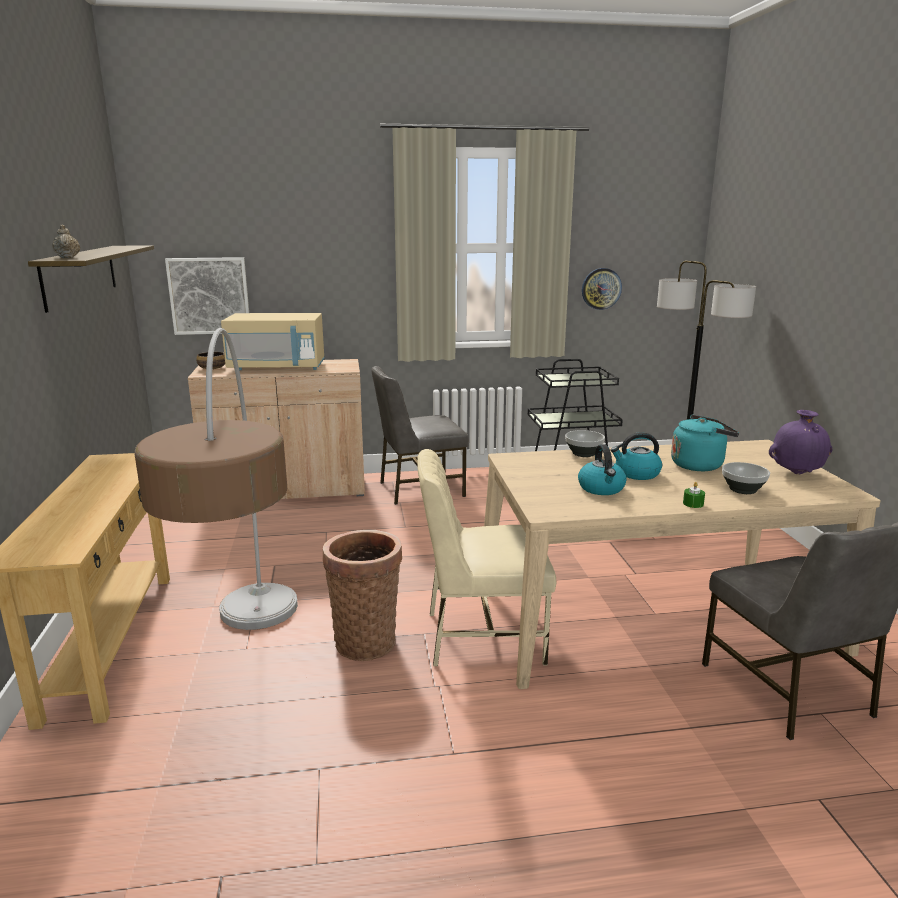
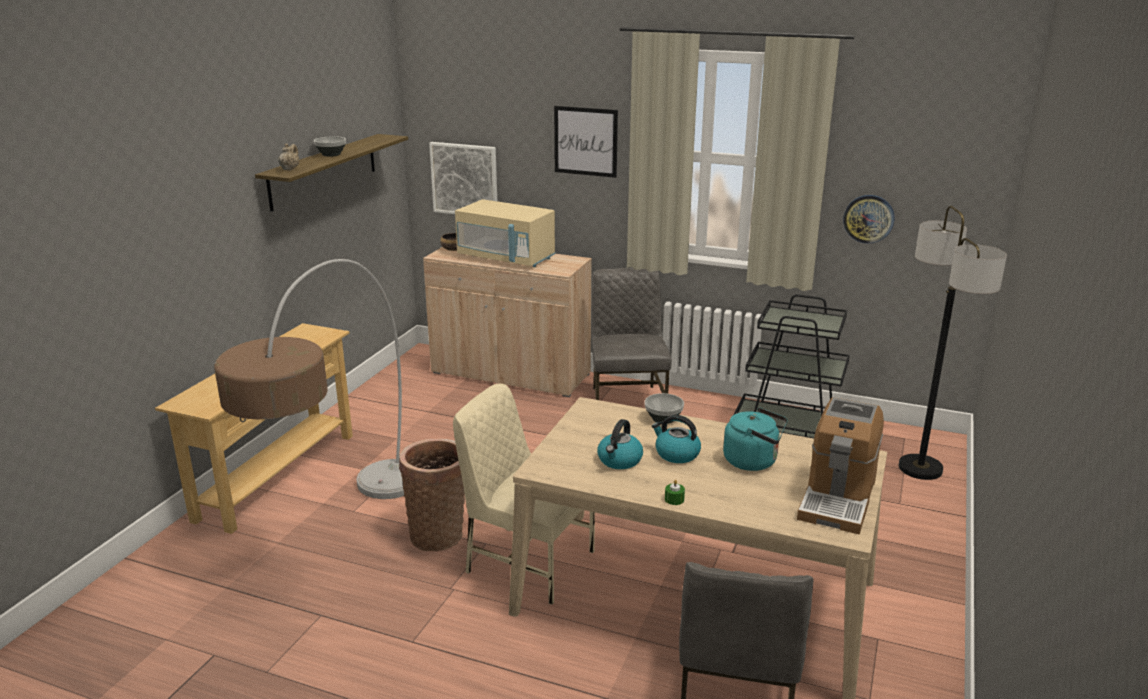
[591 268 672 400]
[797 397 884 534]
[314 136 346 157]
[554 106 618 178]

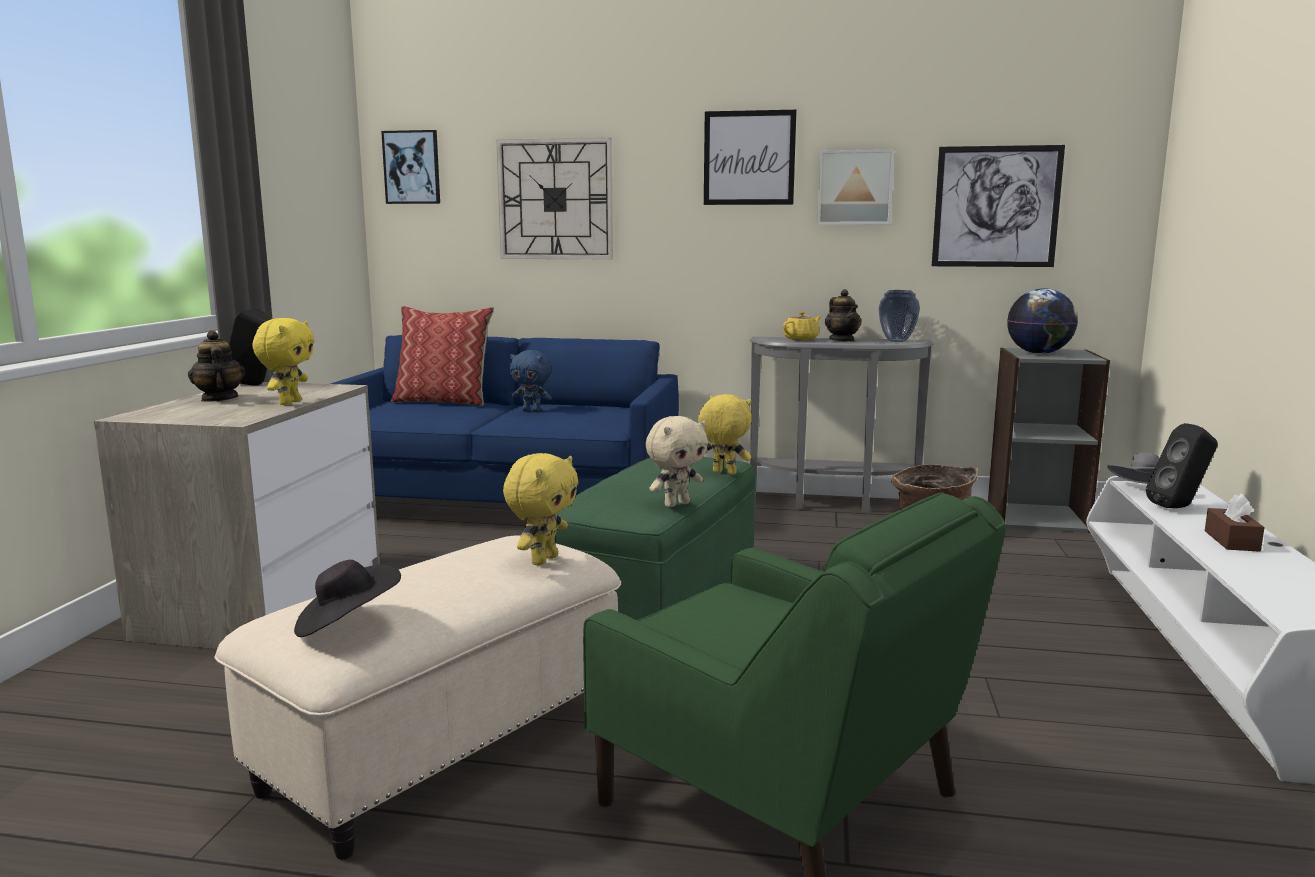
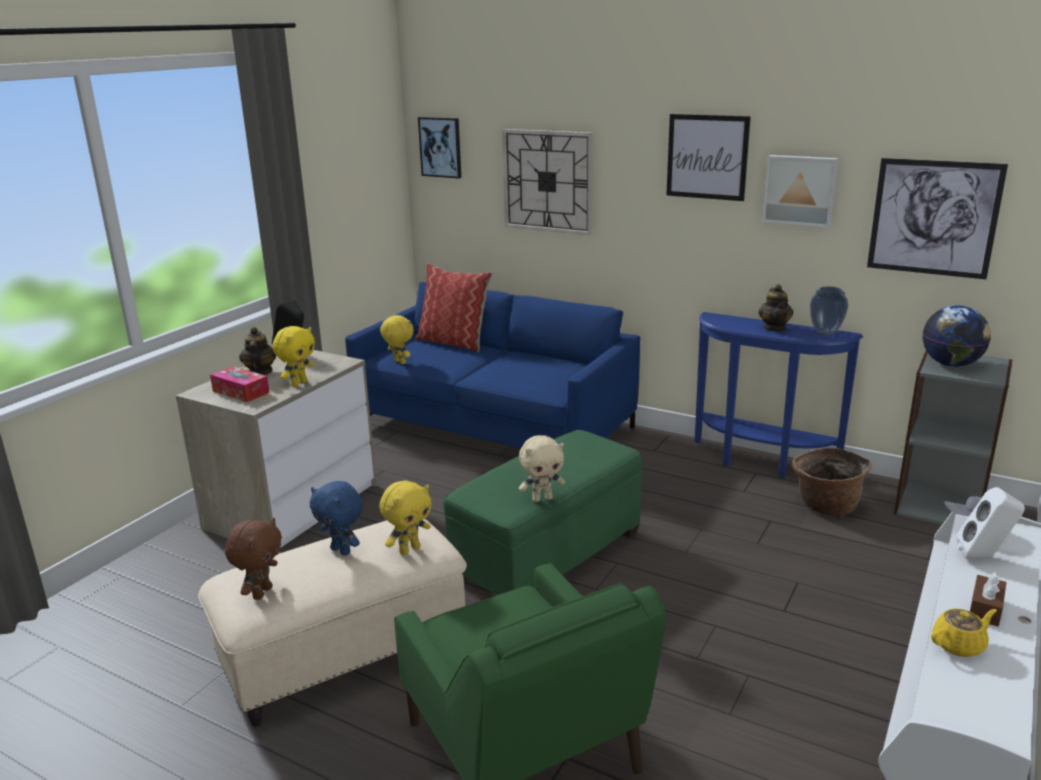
[931 609 997 657]
[695 312 863 478]
[310 481 363 556]
[380 314 414 364]
[956 487 1025 558]
[225 518 282 600]
[210 366 269 402]

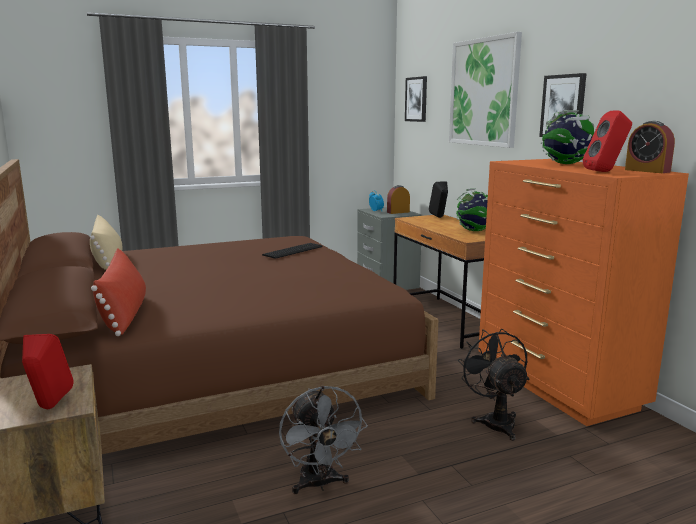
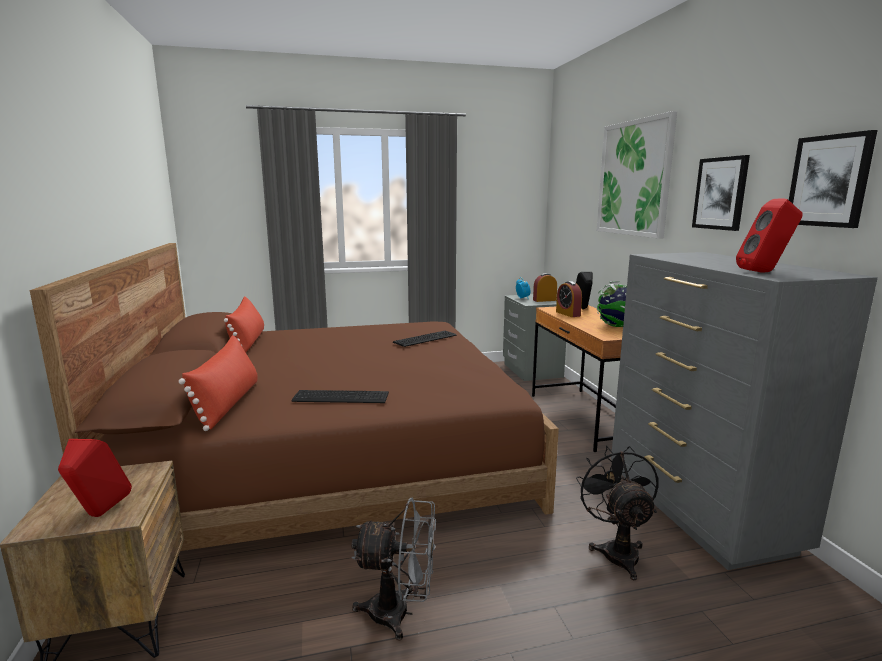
[789 130 878 228]
[541 110 594 164] (first image)
[556 281 582 317]
[611 252 878 570]
[224 296 264 353]
[351 498 436 641]
[292 390 389 403]

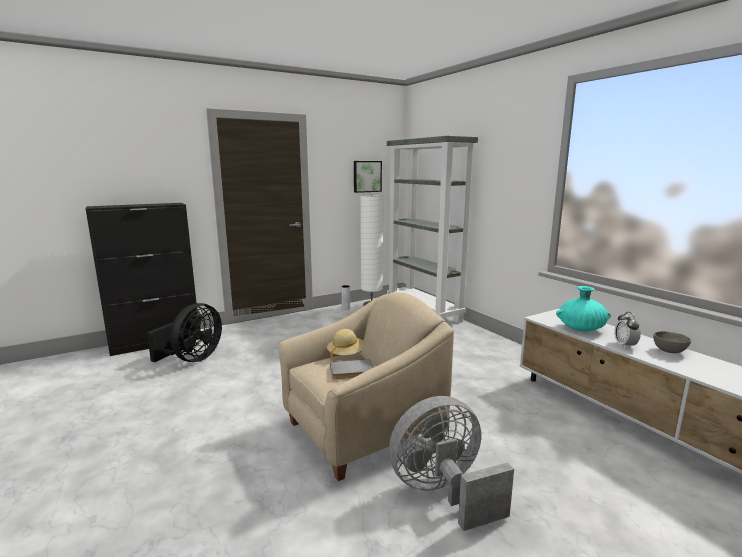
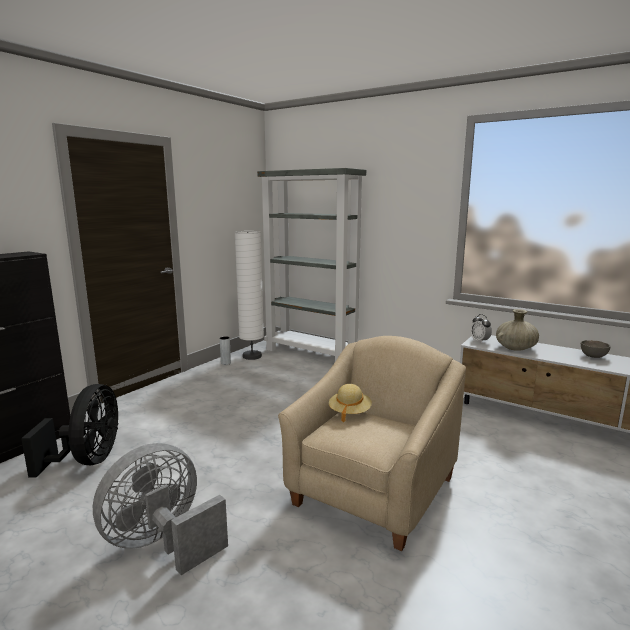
[354 161 382 193] (first image)
[496 309 539 351]
[471 314 492 343]
[330 359 374 379] (first image)
[93 443 228 575]

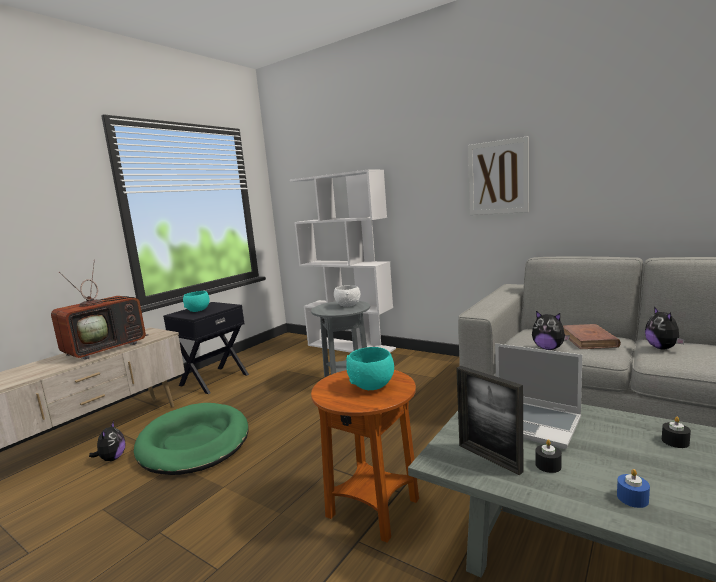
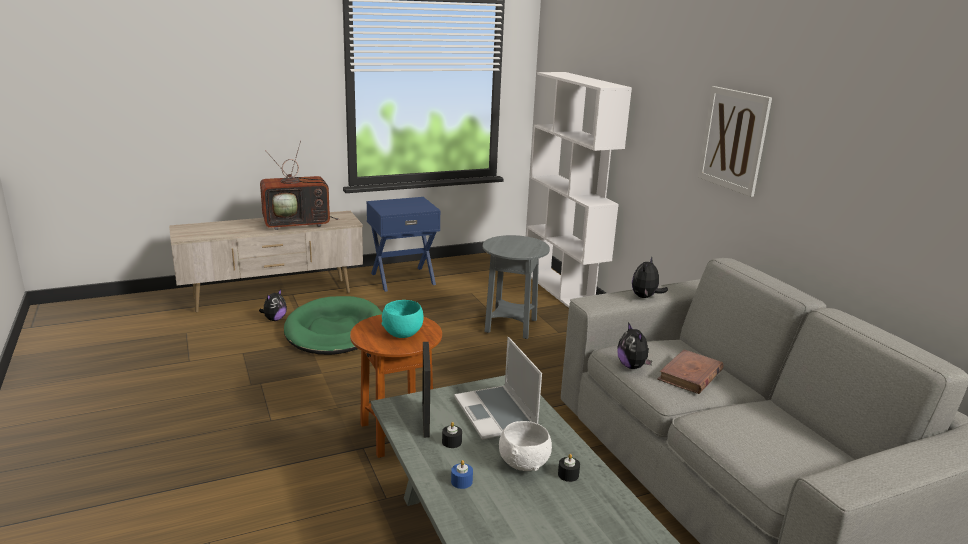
[499 421 552 471]
[183 291 209 312] (first image)
[366 197 441 292]
[632 256 668 298]

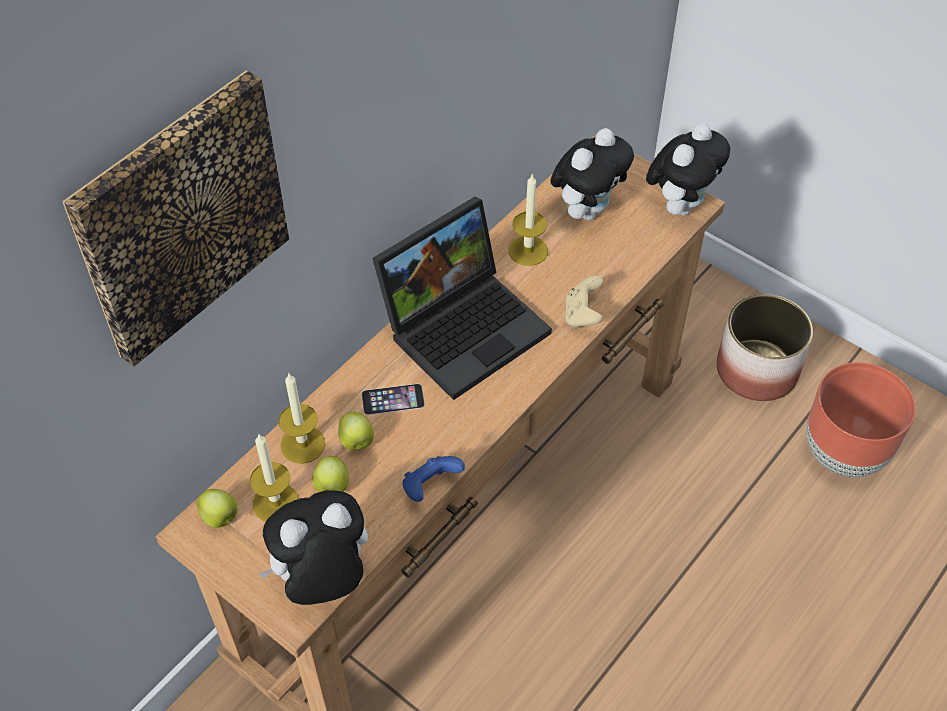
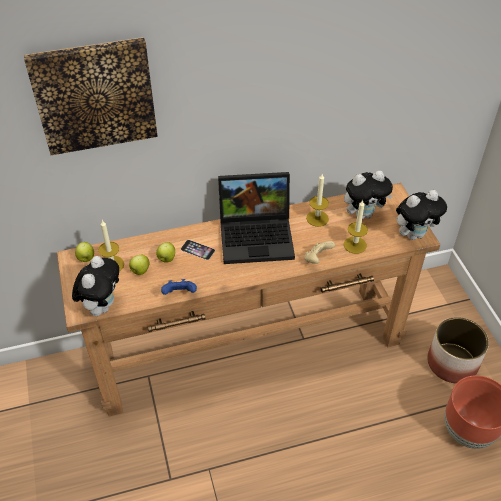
[344 200 368 254]
[72 256 119 316]

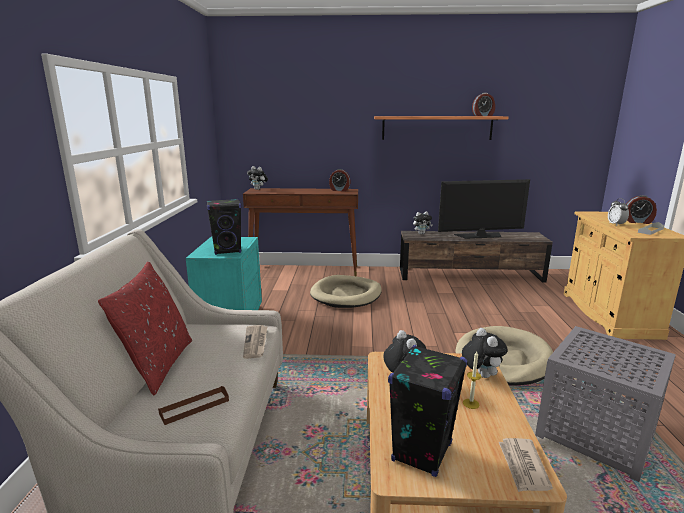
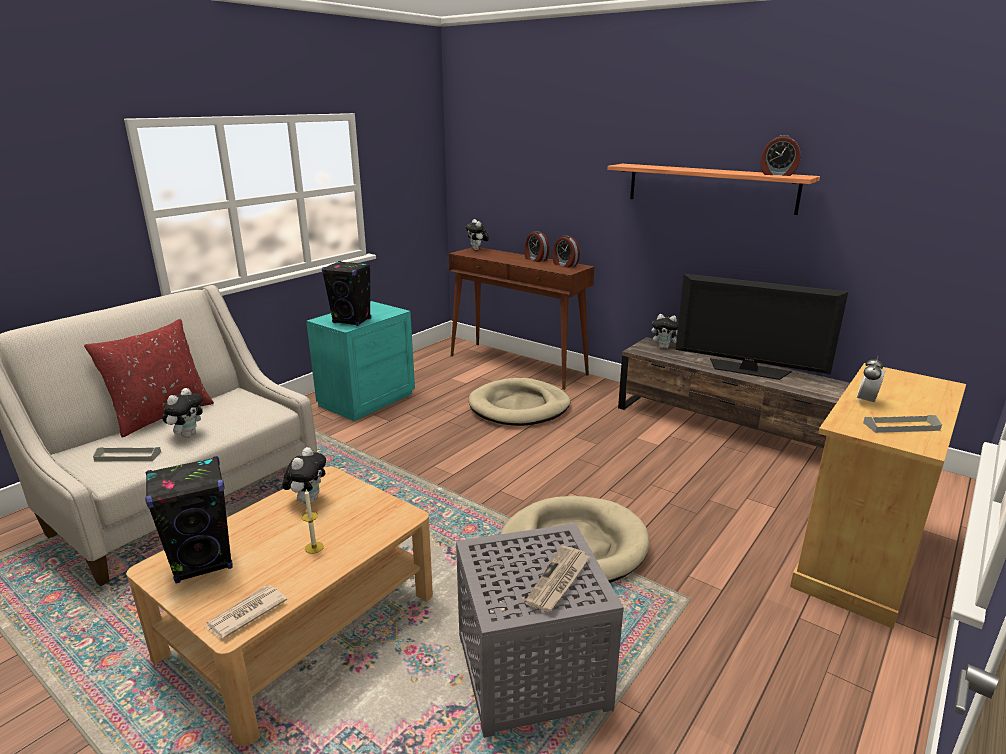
[524 231 549 262]
[525 545 590 612]
[162 388 203 437]
[93 447 161 461]

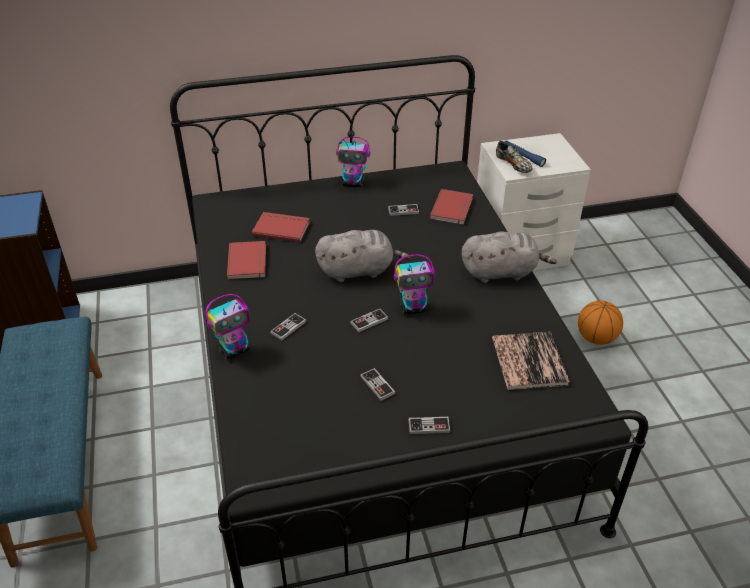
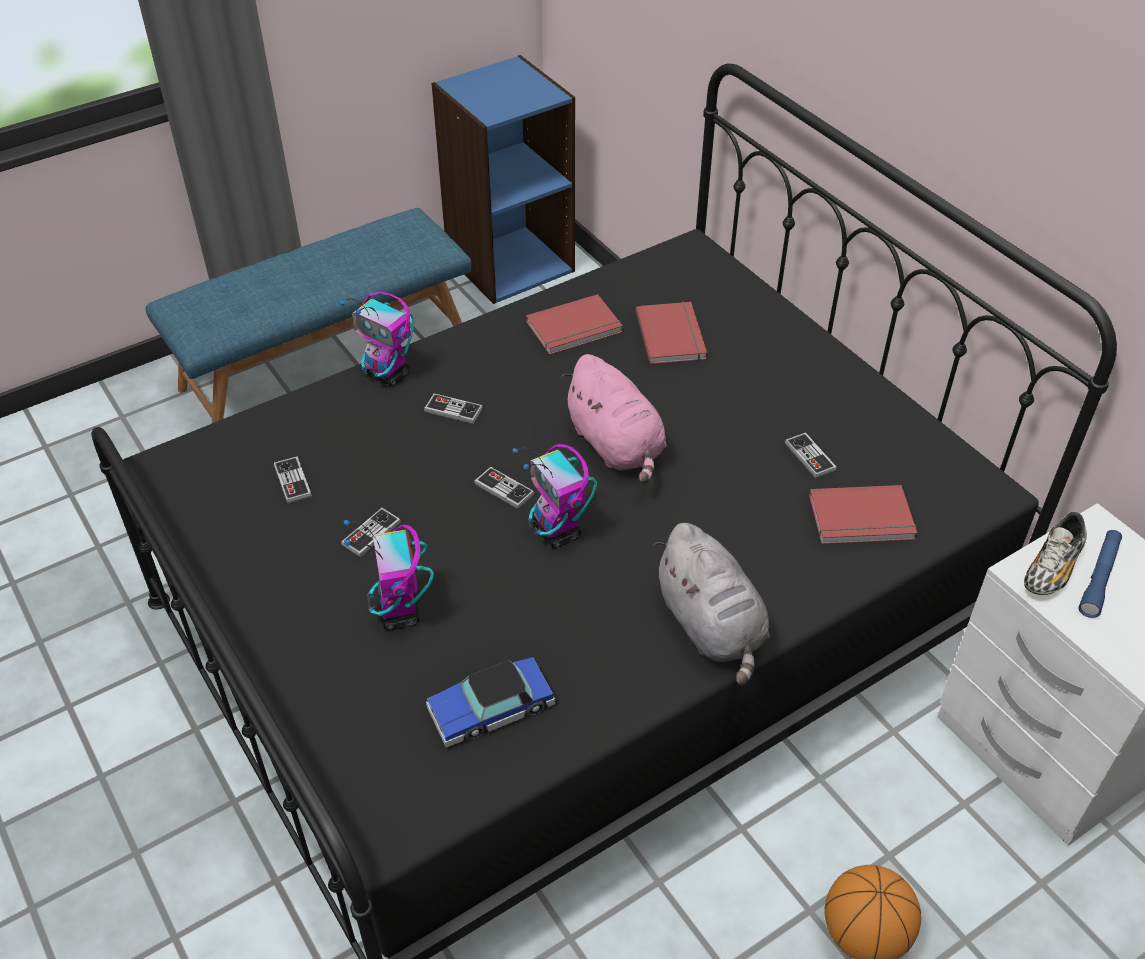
[343 520 434 630]
[561 354 667 484]
[426 657 555 747]
[274 456 312 504]

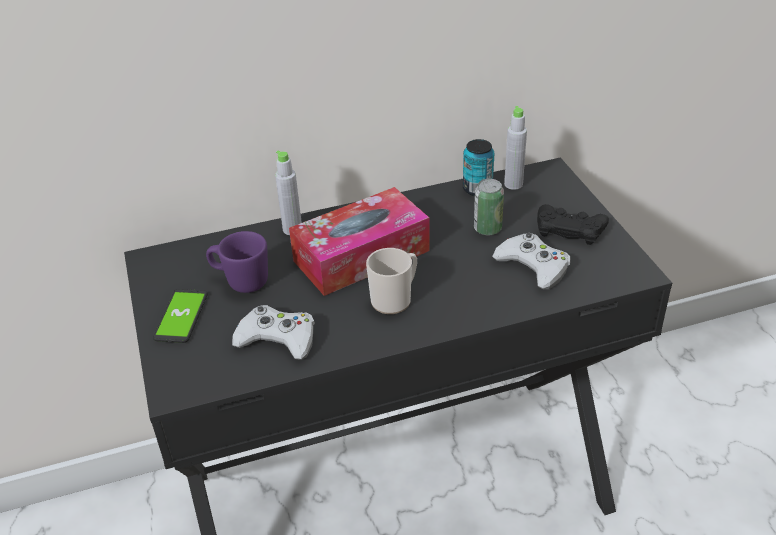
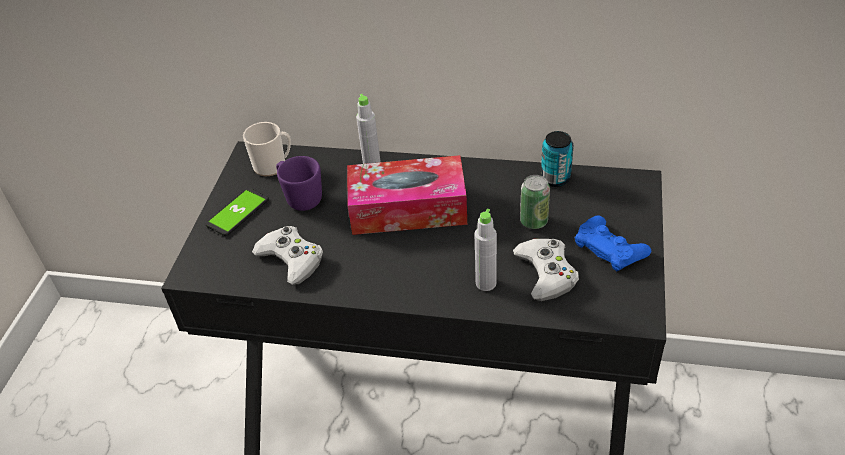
[475 209 497 291]
[574 216 651 271]
[243 122 291 176]

